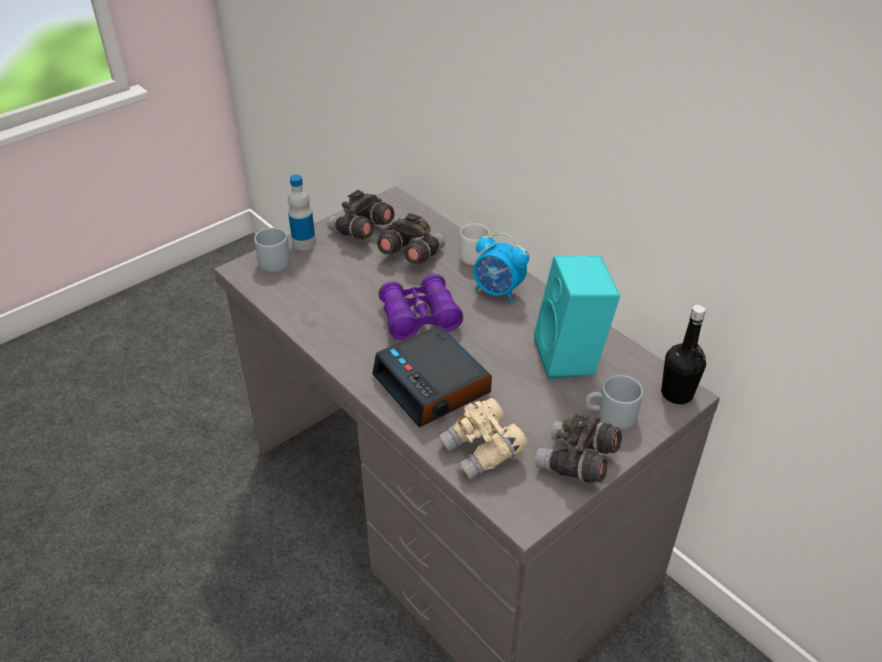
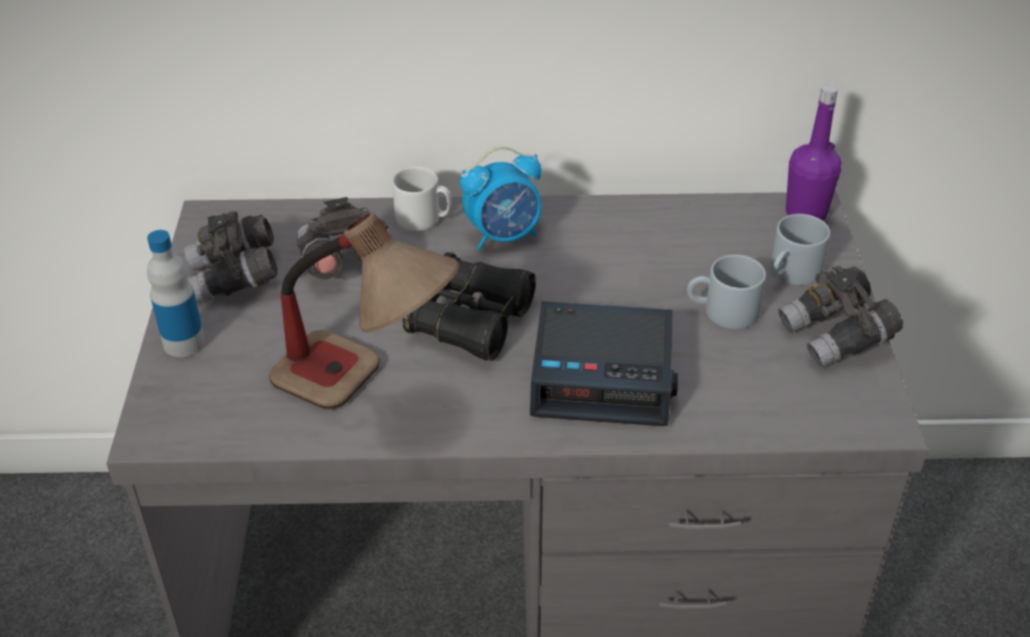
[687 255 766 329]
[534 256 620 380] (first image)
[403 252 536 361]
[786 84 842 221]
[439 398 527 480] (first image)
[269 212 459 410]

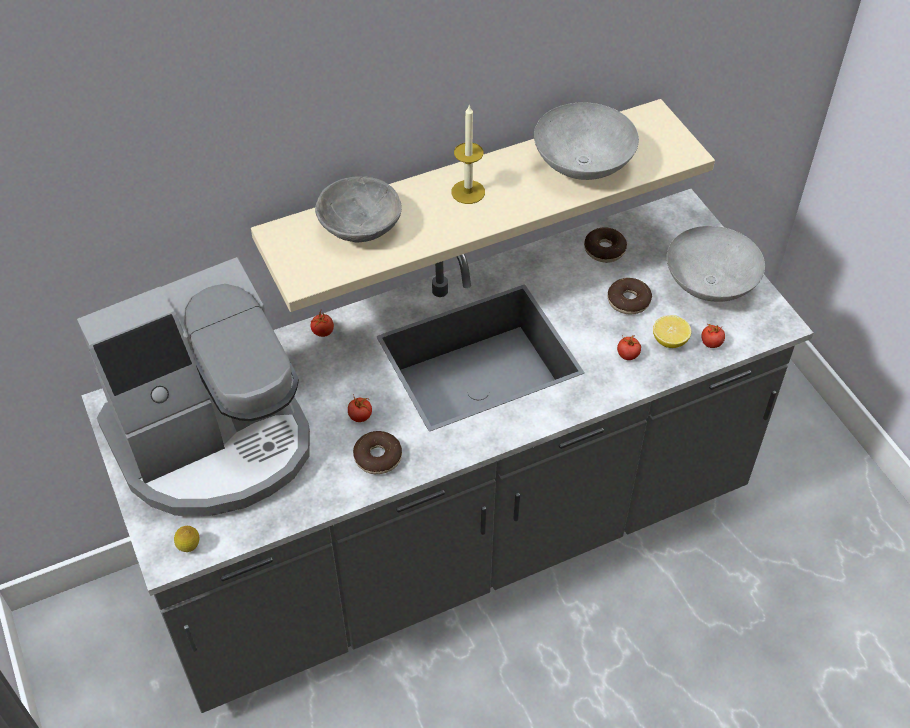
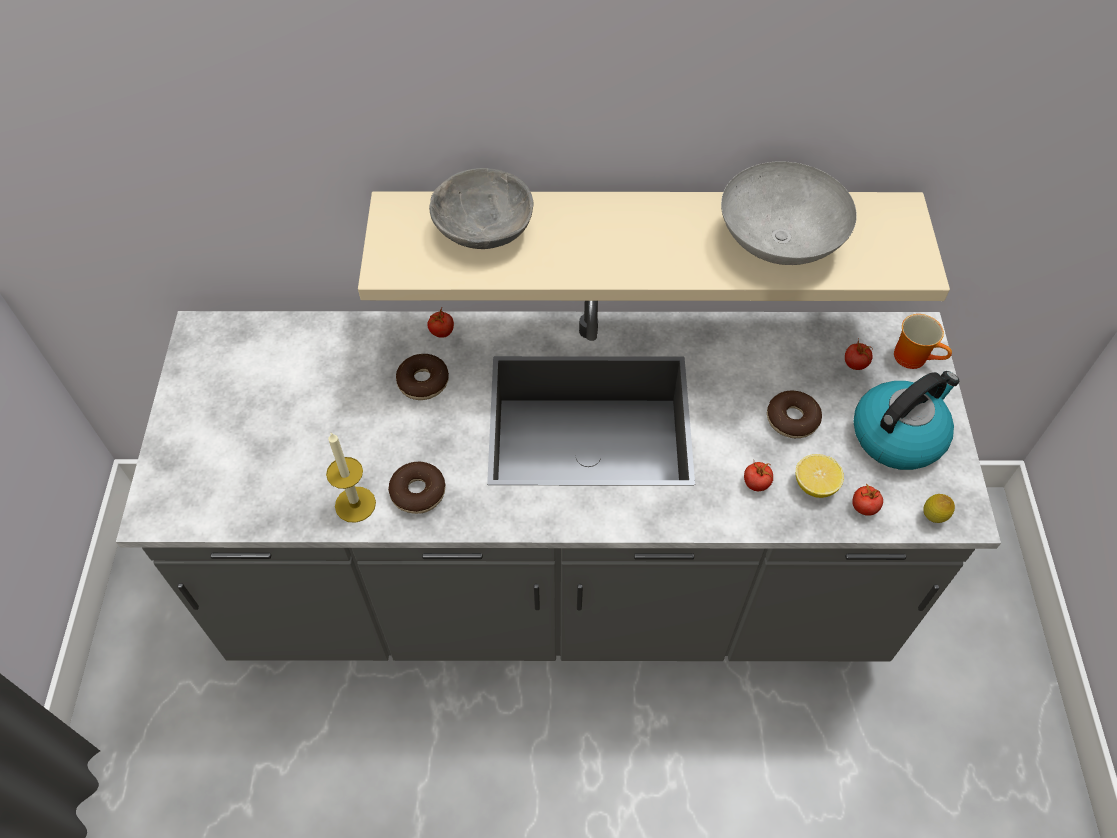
[326 433 376 523]
[854 371 959 470]
[396 354 449 400]
[77 257 310 516] (first image)
[845 339 873 370]
[923 494 955 523]
[894 314 952 369]

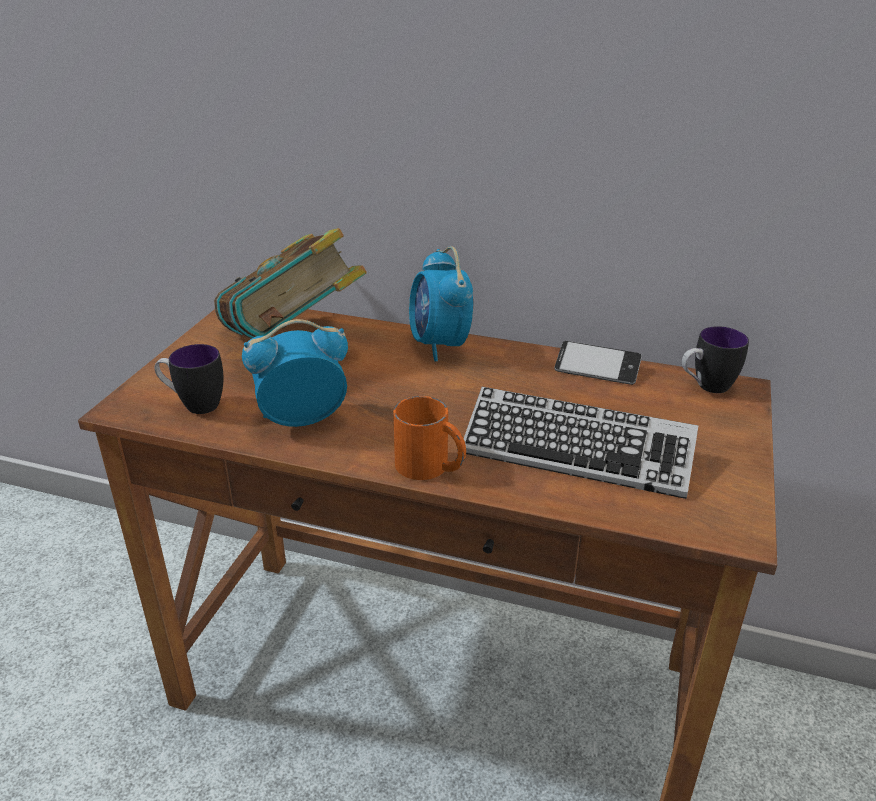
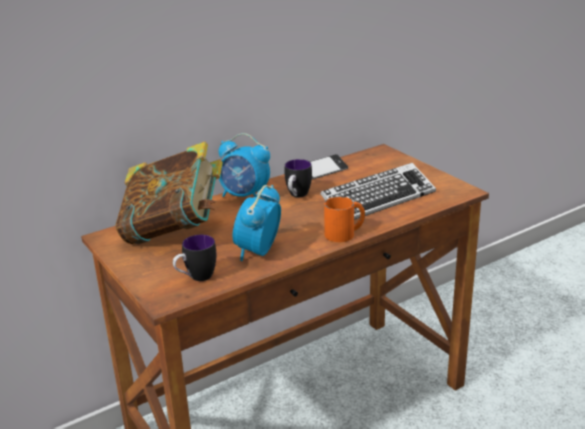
[284 159 312 197]

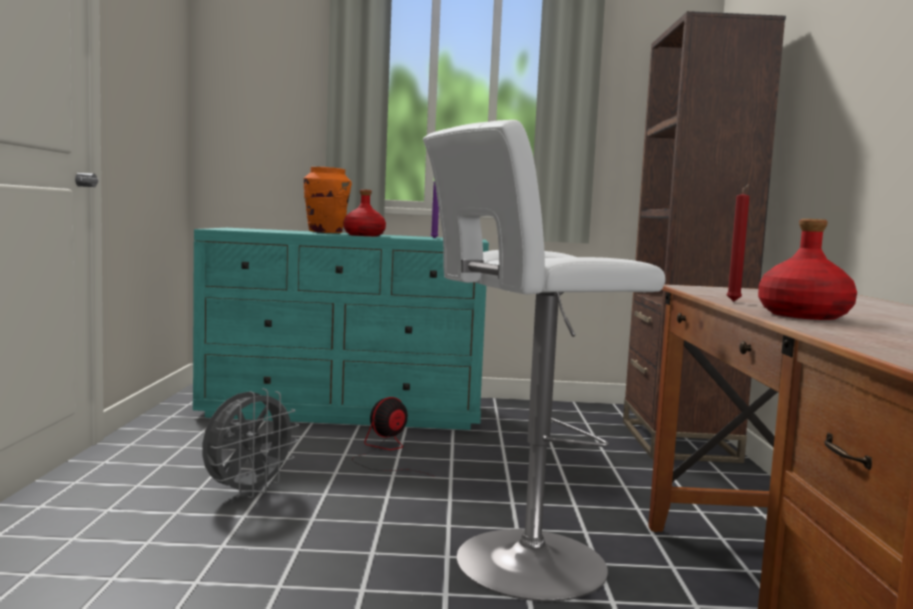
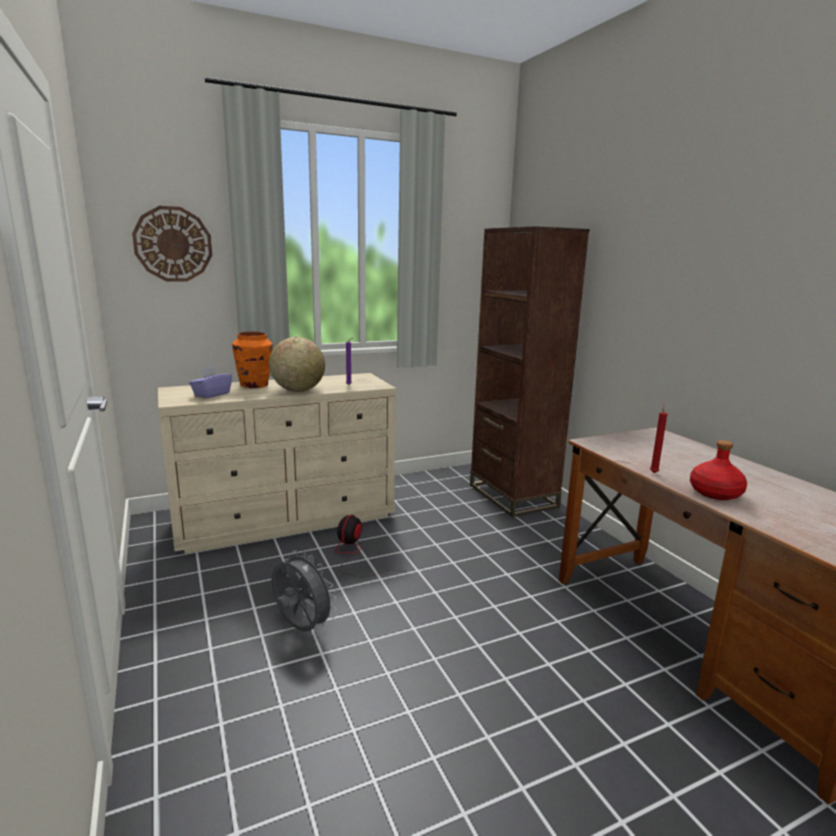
[423 120 665 601] (first image)
[269 337 325 392]
[158 373 396 554]
[271 550 337 632]
[132 206 212 282]
[189 366 232 398]

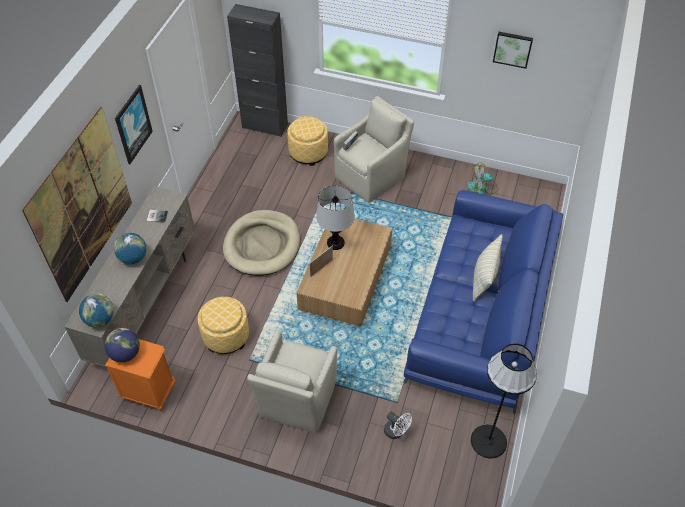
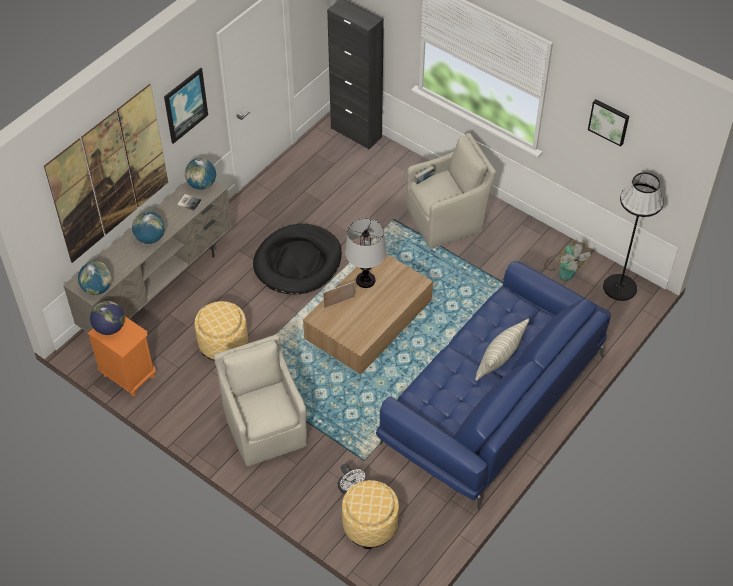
[342 480 399 549]
[544 242 591 281]
[253 224 342 295]
[214 334 307 467]
[603 172 664 301]
[185 158 216 190]

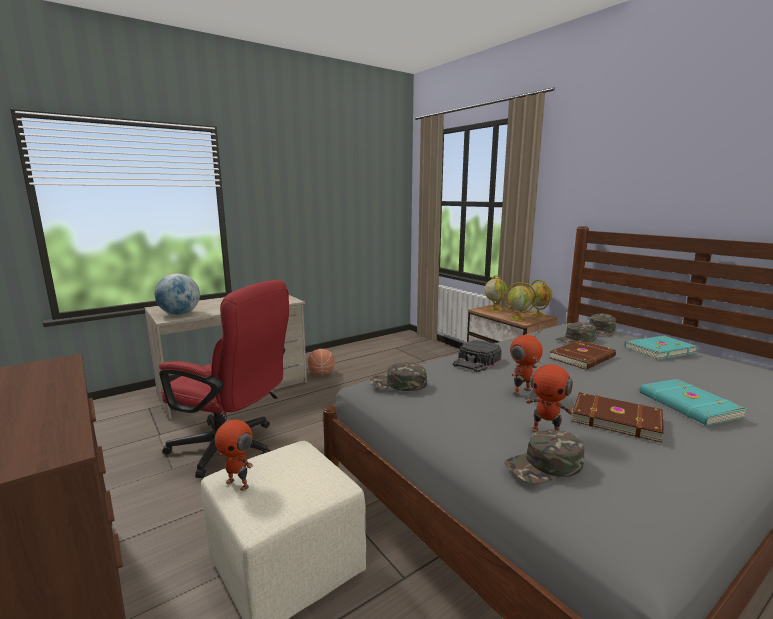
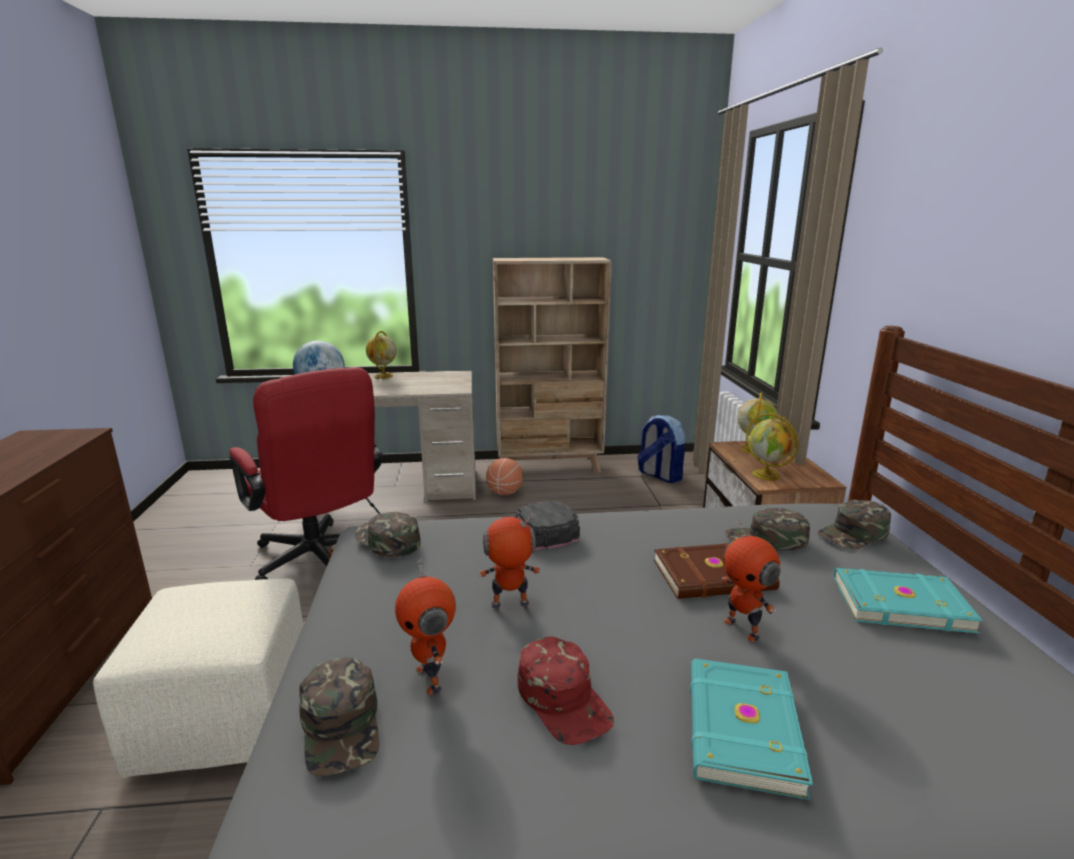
[366 331 397 379]
[517 637 614 745]
[722 519 781 642]
[299 657 379 777]
[493 257 612 473]
[637 415 685 483]

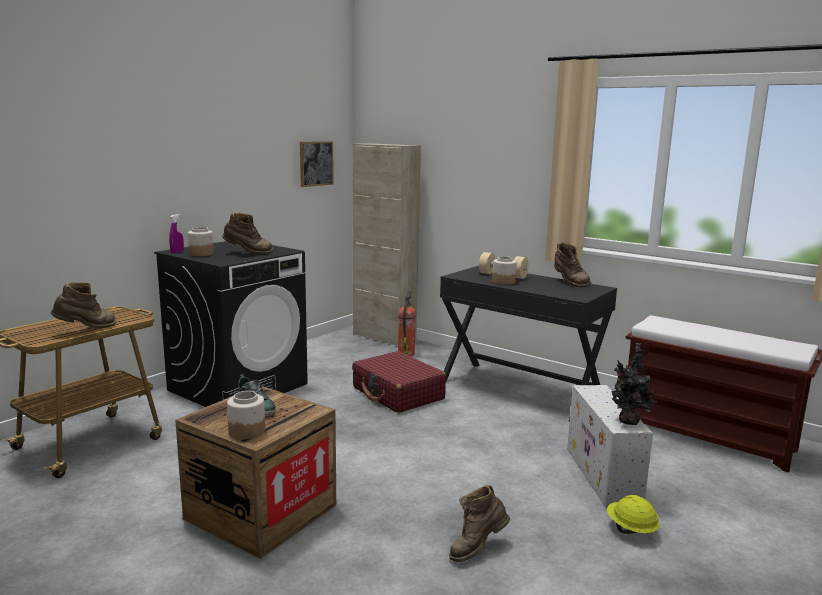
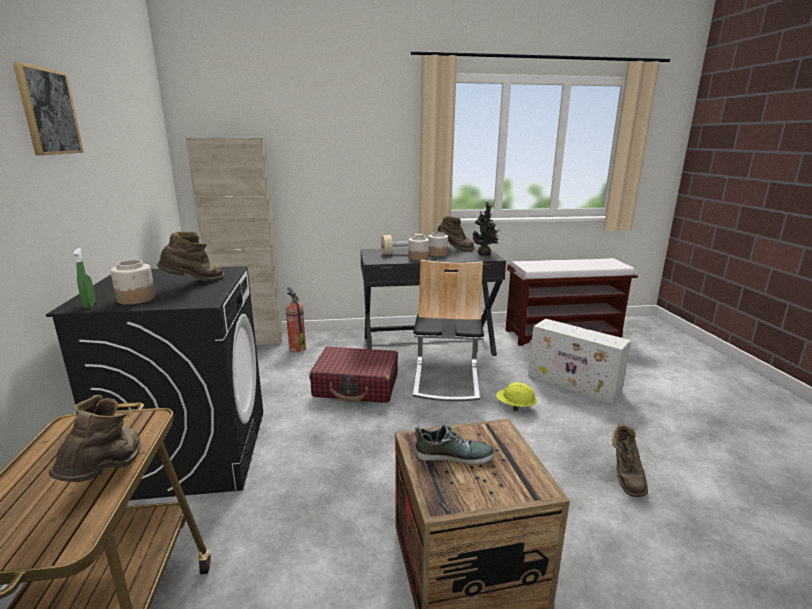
[13 62 84 155]
[74 247 96 309]
[473 202 499 255]
[428 232 448 256]
[496 382 537 411]
[413 260 484 401]

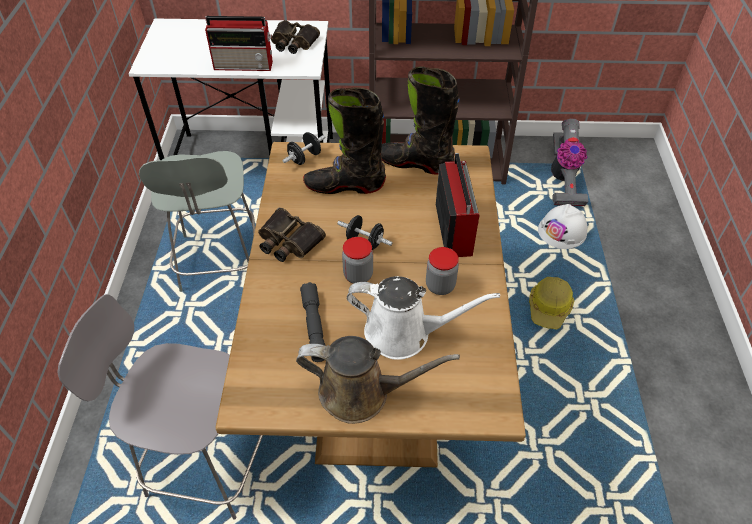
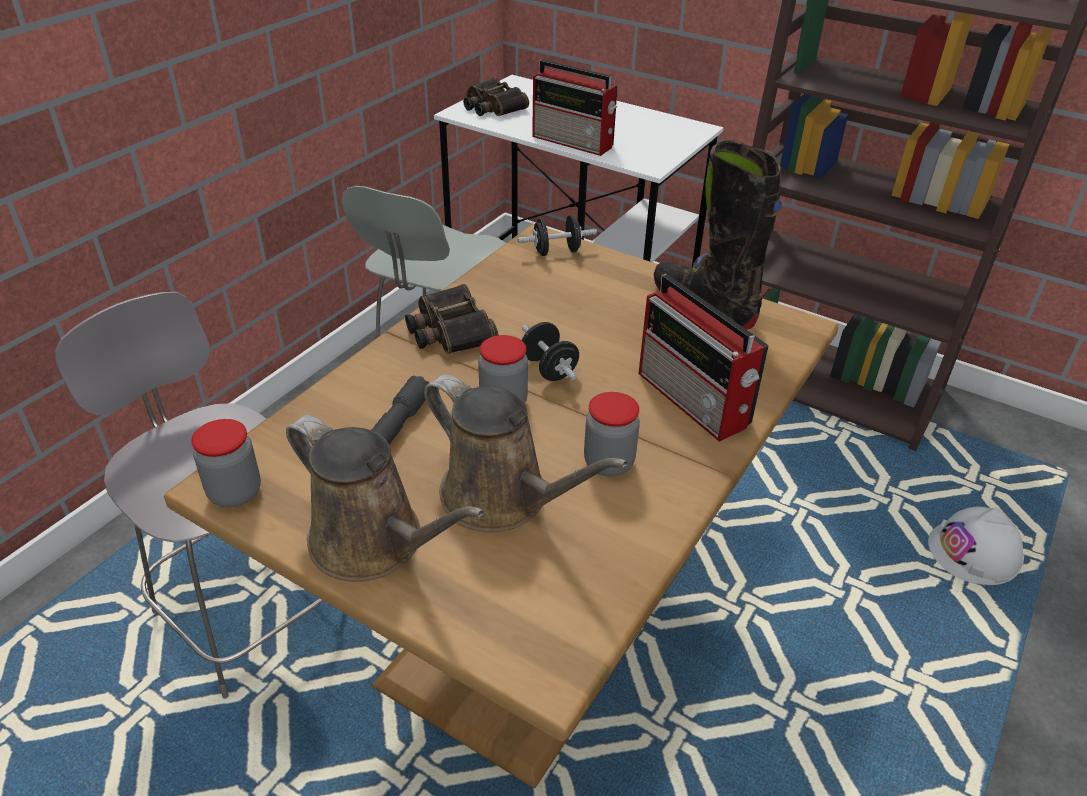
[463 78 529 116]
[303 87 386 194] (first image)
[551 119 588 206] (first image)
[639 274 769 442]
[424 374 628 532]
[529 277 574 330] (first image)
[191 419 261 507]

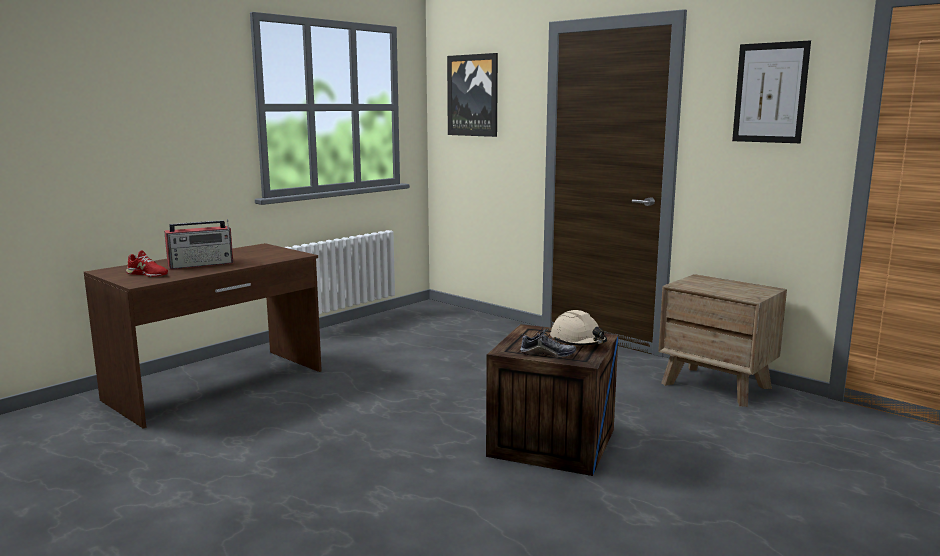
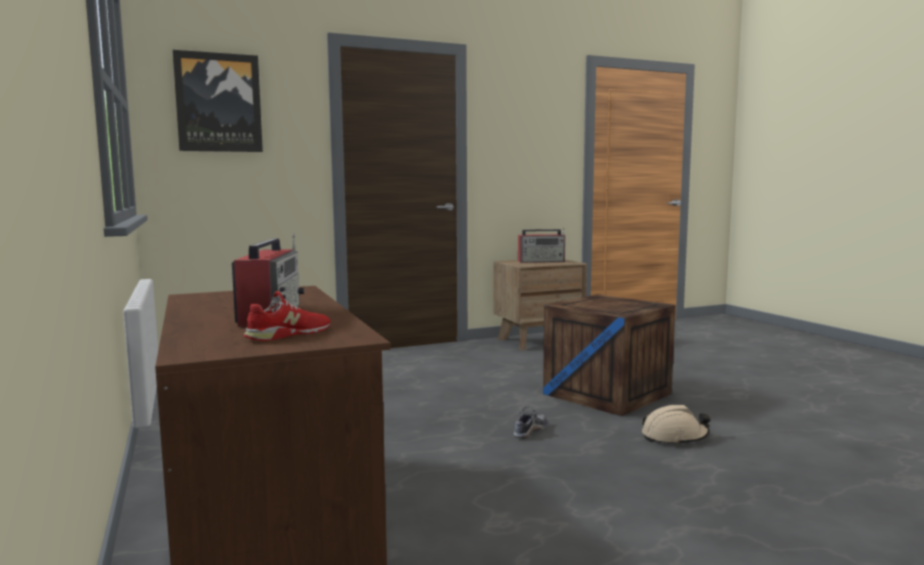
[732 40 811 143] (first image)
[642 405 710 446]
[514 407 547 439]
[518 228 565 263]

